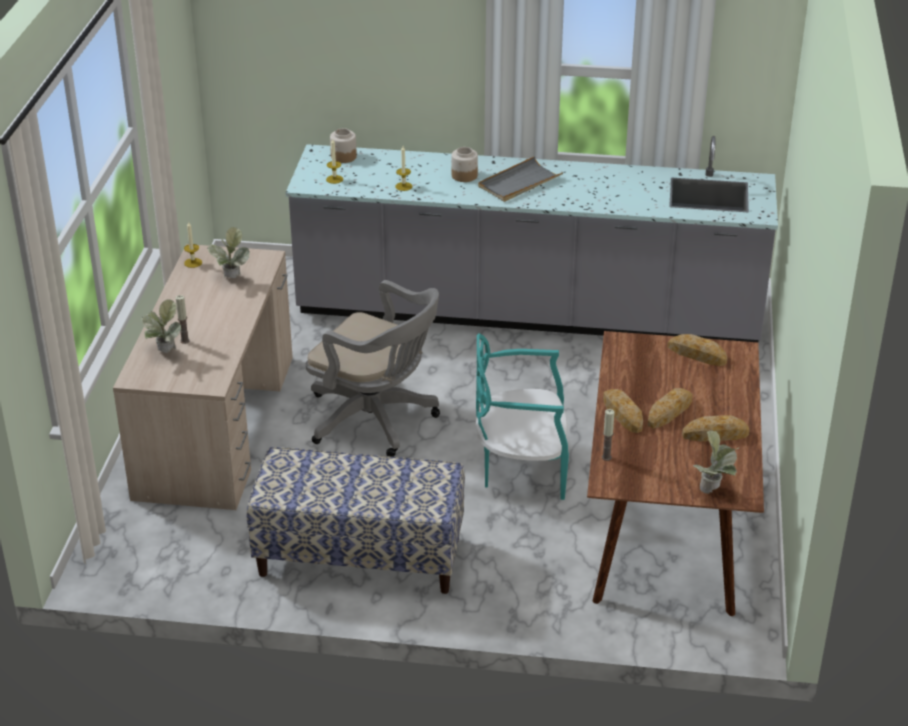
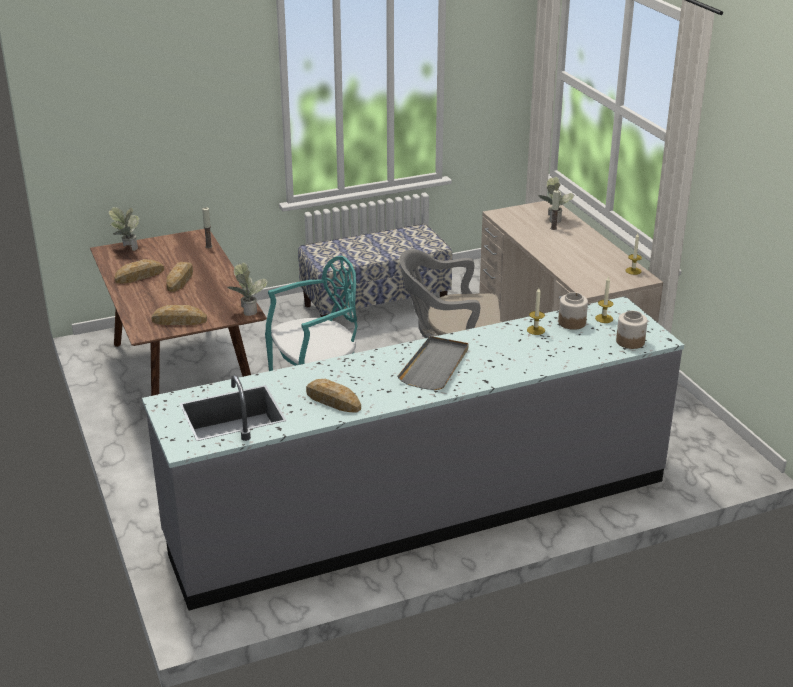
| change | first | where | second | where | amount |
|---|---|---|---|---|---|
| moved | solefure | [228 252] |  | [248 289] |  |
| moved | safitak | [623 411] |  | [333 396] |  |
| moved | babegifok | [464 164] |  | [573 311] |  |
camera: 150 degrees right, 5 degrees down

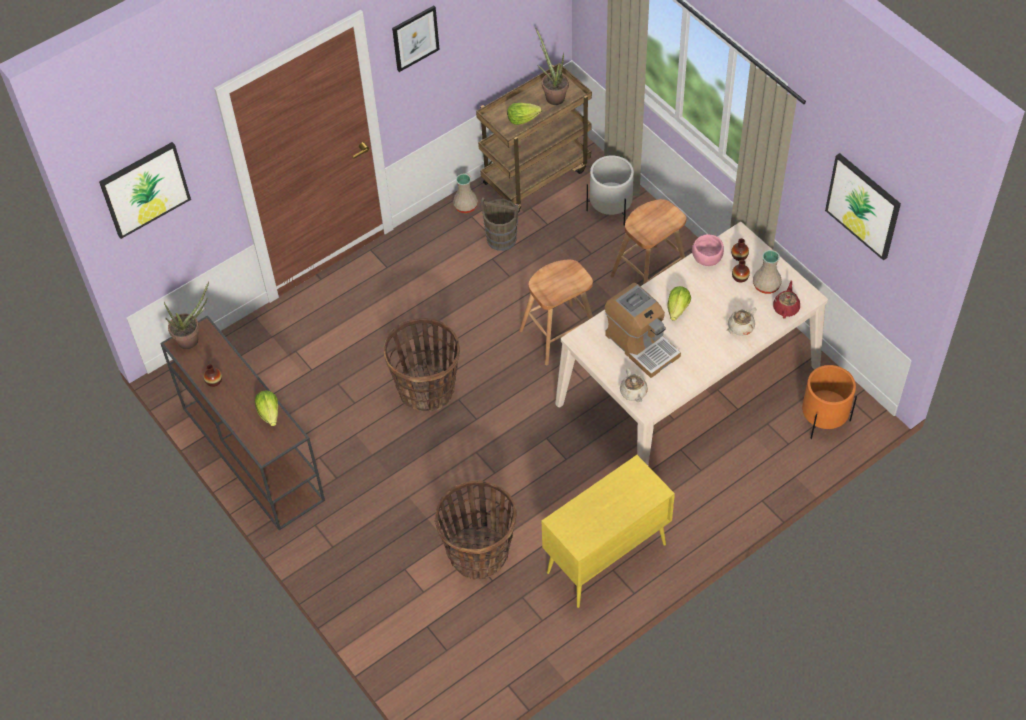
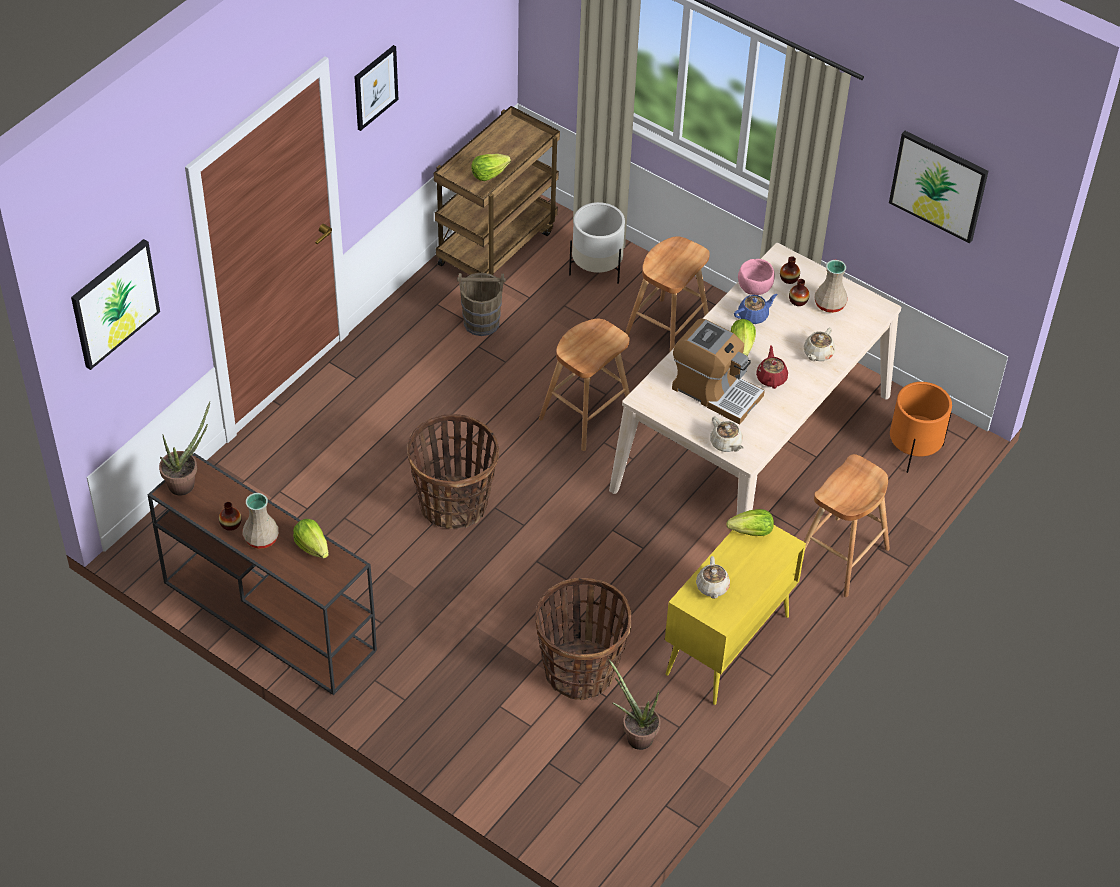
| change | first | where | second | where | amount |
|---|---|---|---|---|---|
| moved | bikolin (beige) | [465 193] |  | [261 521] |  |
| moved | solefure | [552 66] |  | [635 705] |  |
| added |  |  | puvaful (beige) | [713 577] |  |
| added |  |  | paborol | [750 522] |  |
| added |  |  | puvaful (blue) | [755 309] |  |
| moved | puvaful (red) | [786 299] |  | [772 367] |  |
| added |  |  | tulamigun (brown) | [846 525] |  |
camera: 20 degrees left, 5 degrees down

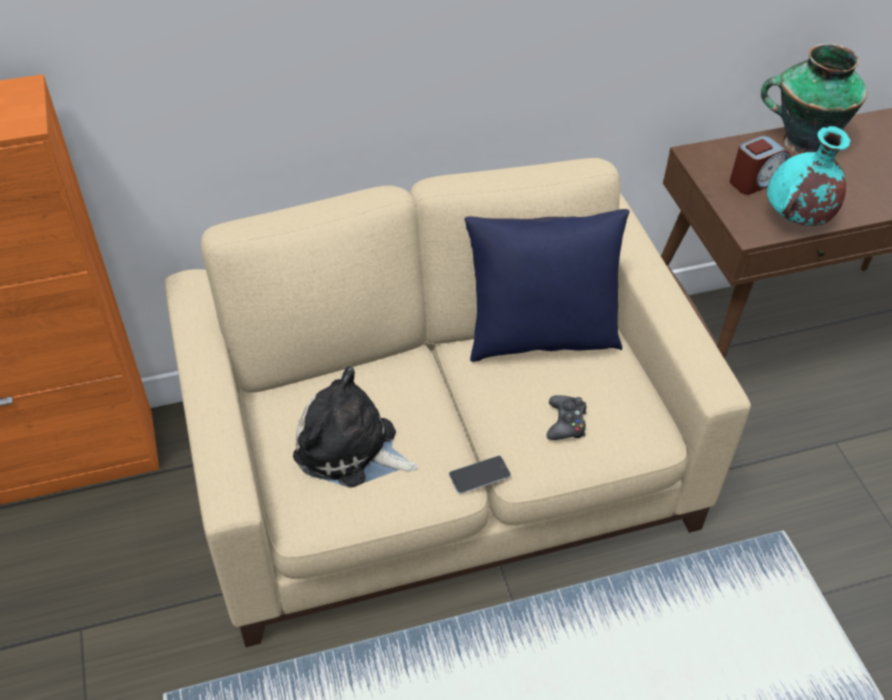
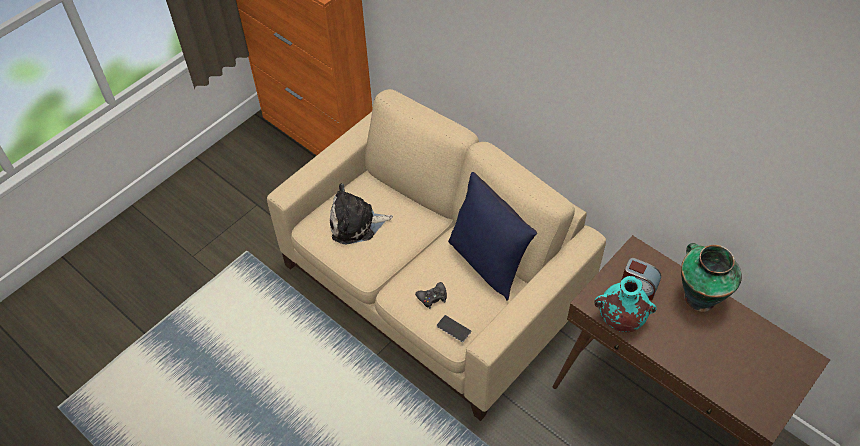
| change | first | where | second | where | amount |
|---|---|---|---|---|---|
| turned | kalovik | [355 426] |  | [361 213] | 90 degrees counterclockwise |
| moved | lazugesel | [480 475] |  | [453 328] |  |
camera: 60 degrees right, 5 degrees up

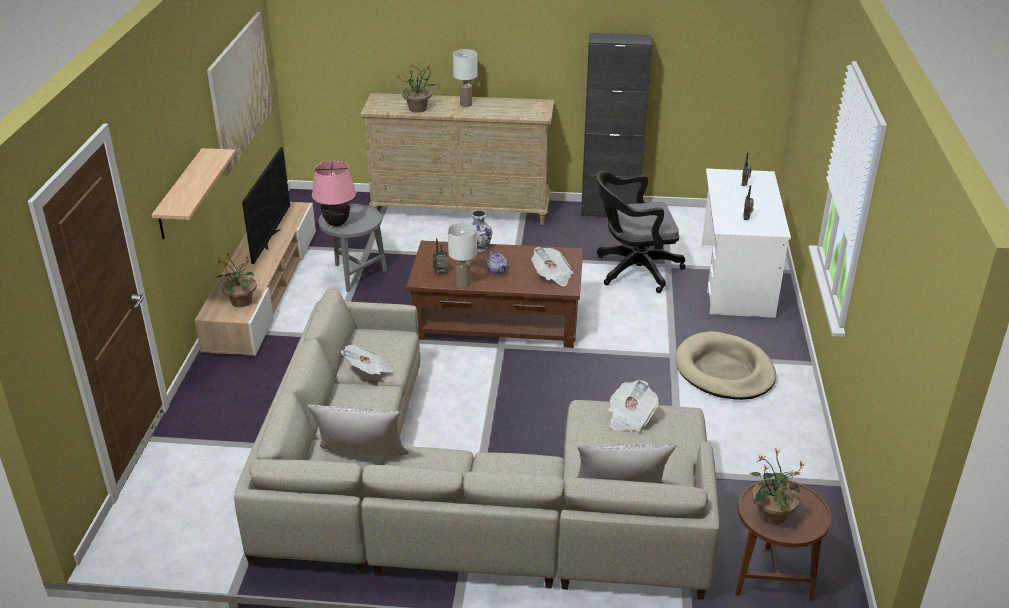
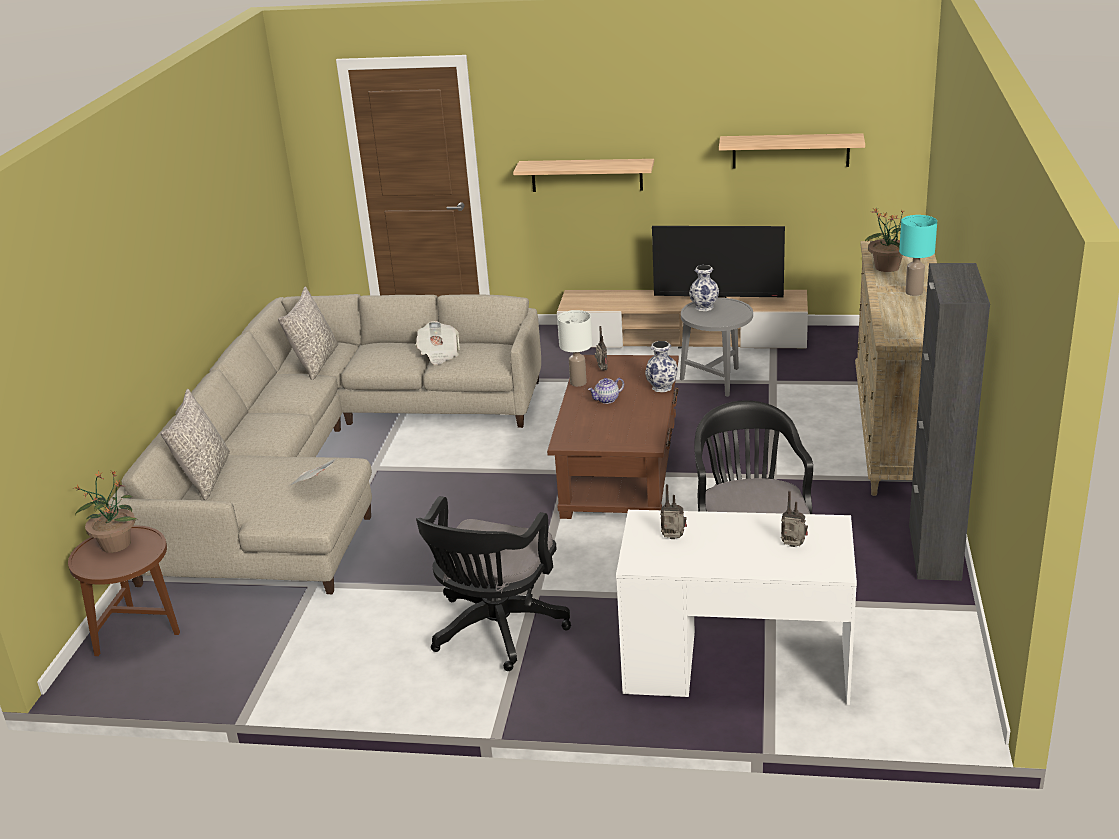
| change | first | where | second | where | amount |
|---|---|---|---|---|---|
| replaced | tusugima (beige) | [725 365] | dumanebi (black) | [493 583] |  |
| replaced | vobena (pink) | [334 194] | bikolin | [704 288] |  |
| replaced | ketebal | [240 94] | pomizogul | [792 151] |  |
| recoloured | vobena (white) | [465 78] | vobena (turquoise) | [918 255] |  |
| removed | solefure | [236 279] |  |  |  |
| removed | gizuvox | [552 266] |  |  |  |
camera: 95 degrees right, 5 degrees down

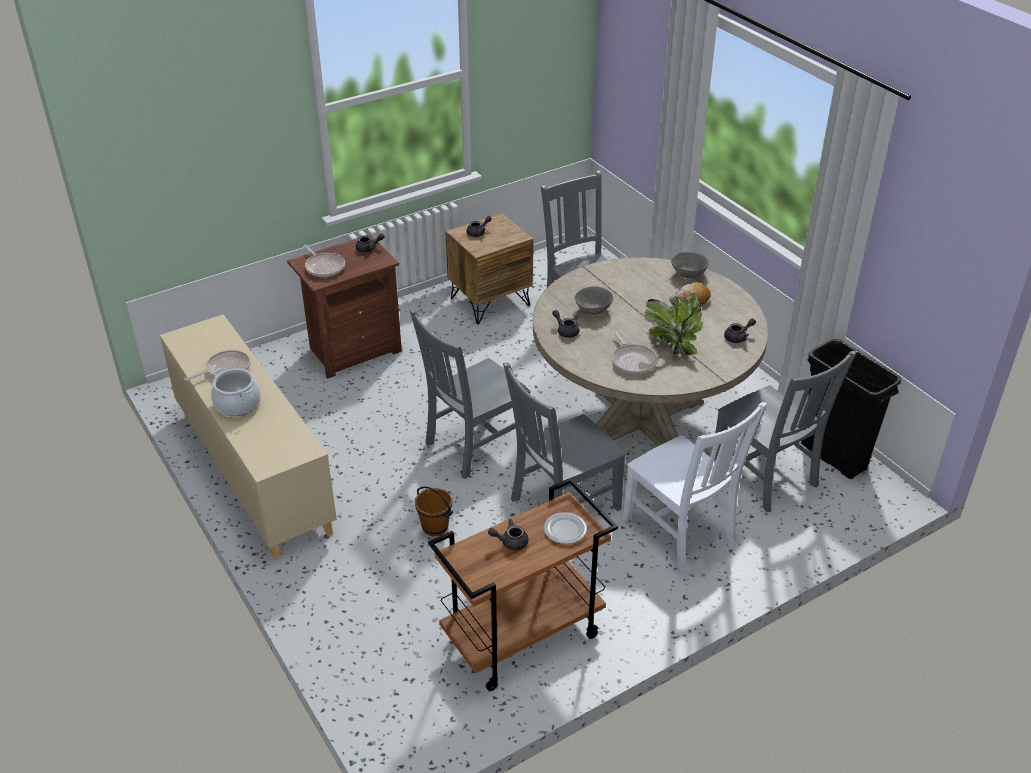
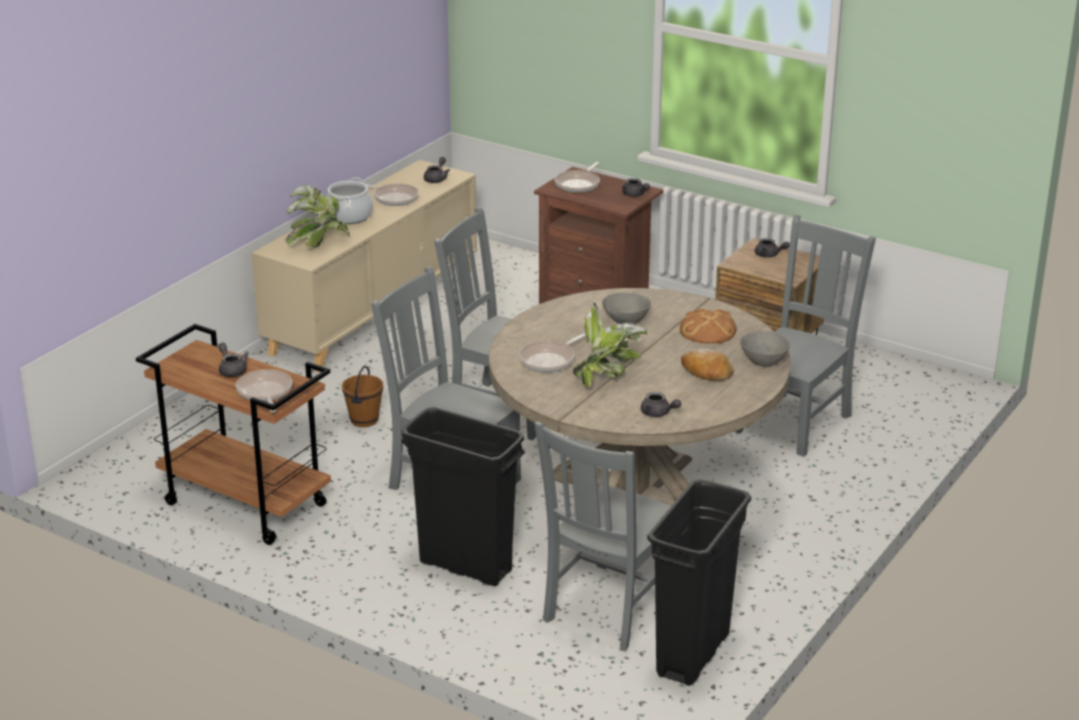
| change | first | where | second | where | amount |
|---|---|---|---|---|---|
| replaced | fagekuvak | [565 528] | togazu | [264 390] |  |
| added |  |  | solefure | [317 216] |  |
| replaced | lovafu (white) | [695 486] | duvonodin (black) | [463 496] |  |
| moved | puvaful (grey) | [565 324] |  | [437 170] |  |
| added |  |  | safitak | [708 326] |  |
camera: 65 degrees right, 10 degrees down

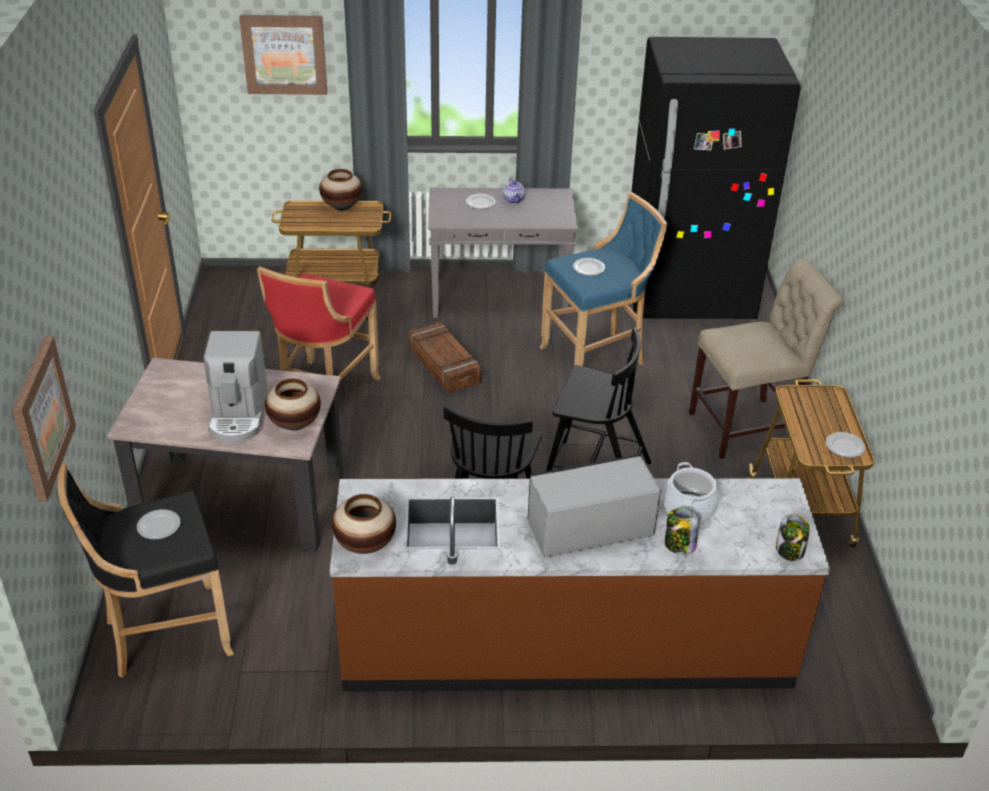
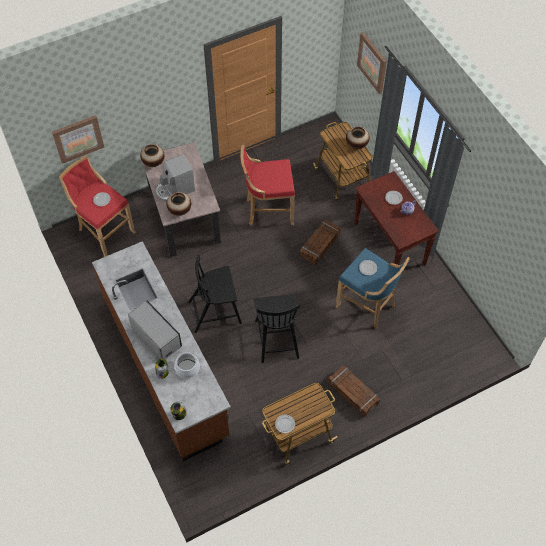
| change | first | where | second | where | amount |
|---|---|---|---|---|---|
| recoloured | tulamigun (black) | [146 570] | tulamigun (red) | [97 206] |  |
| moved | bikolin | [364 524] |  | [152 155] |  |
| replaced | lovafu (beige) | [766 359] | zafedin | [353 391] |  |
| recoloured | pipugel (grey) | [503 253] | pipugel (brown) | [396 218] |  |
| removed | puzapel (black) | [716 178] |  |  |  |
camera: 65 degrees right, 20 degrees up

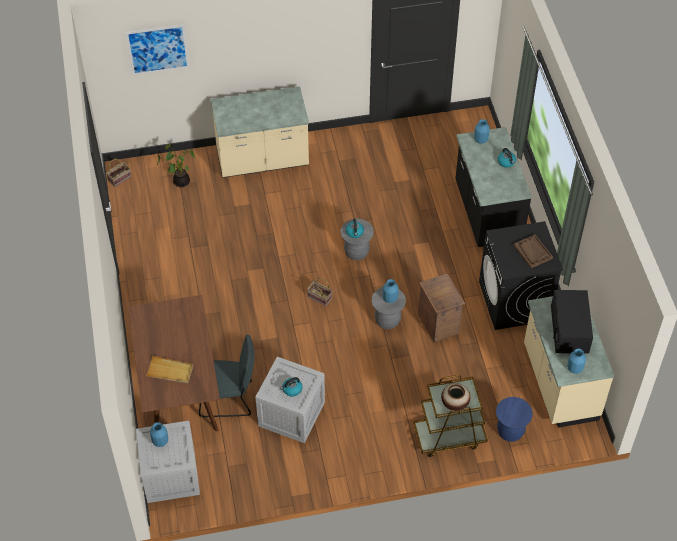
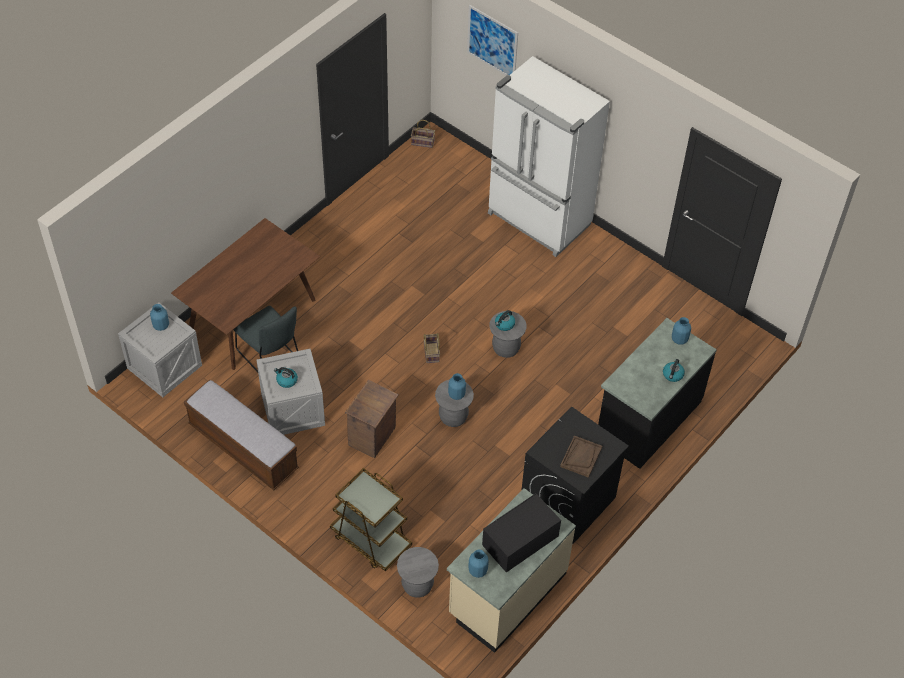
| change | first | where | second | where | amount |
|---|---|---|---|---|---|
| added |  |  | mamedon | [241 435] |  |
| moved | zafedin | [441 308] |  | [372 419] |  |
| recoloured | tulamigun (blue) | [514 419] | tulamigun (grey) | [418 572] |  |
| replaced | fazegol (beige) | [260 132] | puzapel (white) | [549 156] |  |
| removed | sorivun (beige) | [169 369] |  |  |  |
| removed | solefure | [176 165] |  |  |  |
| removed | bikolin | [455 397] |  |  |  |
camera: 50 degrees right, 0 degrees up

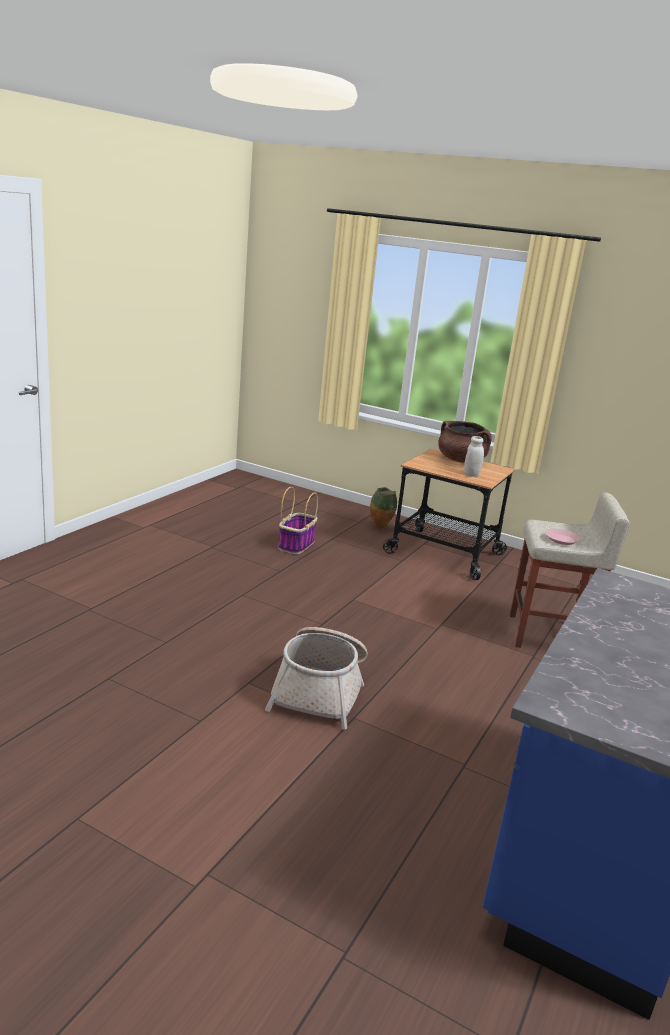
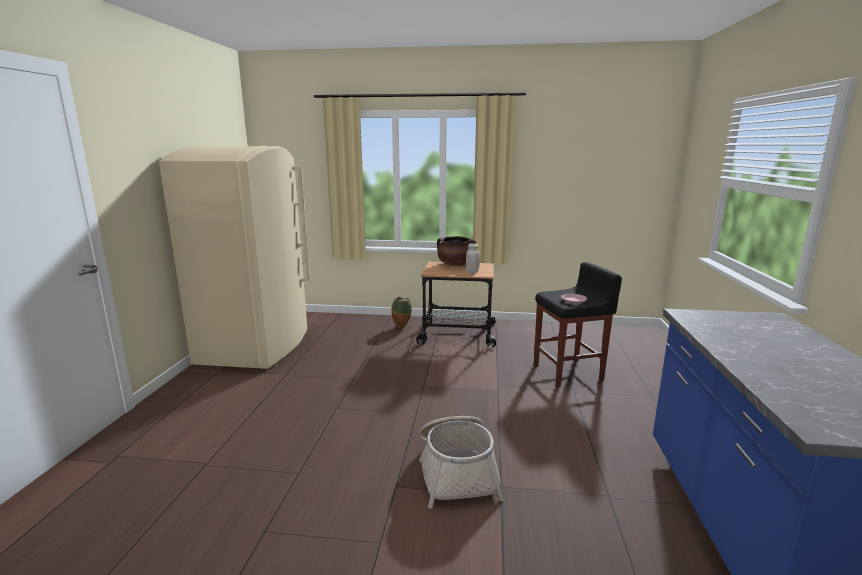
| change | first | where | second | where | amount |
|---|---|---|---|---|---|
| added |  |  | puzapel (beige) | [234 257] |  |
| recoloured | tulamigun (beige) | [570 570] | tulamigun (black) | [578 325] |  |
| removed | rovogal | [298 520] |  |  |  |
camera: 20 degrees left, 5 degrees down

